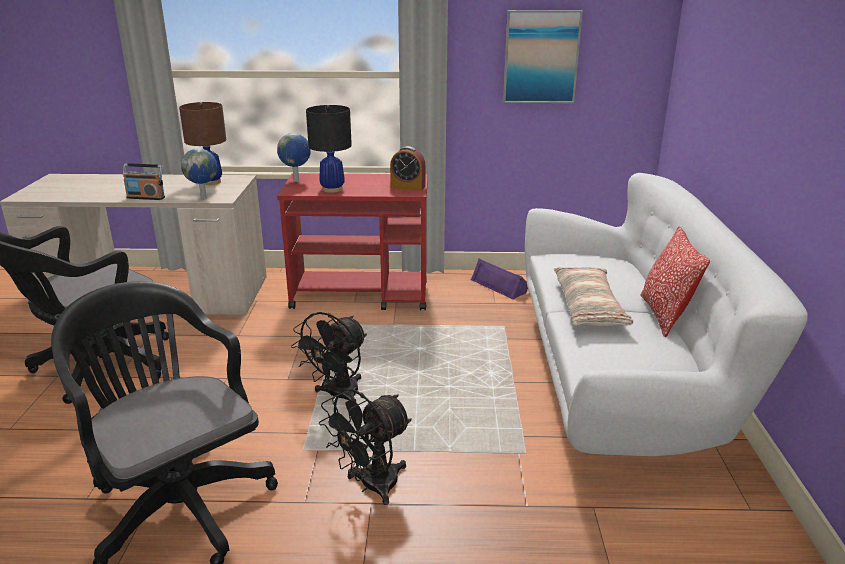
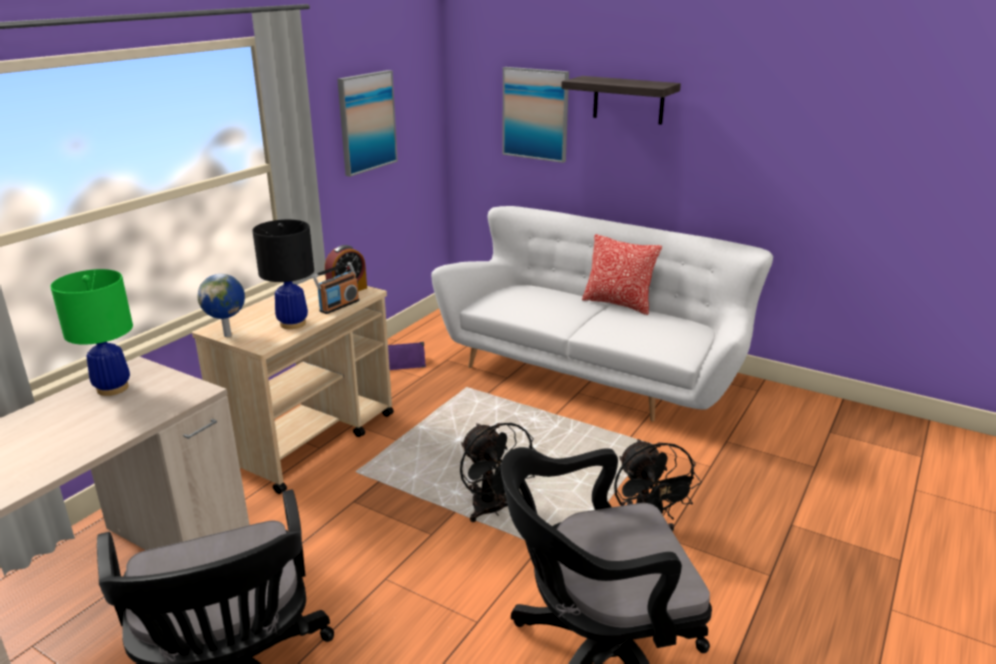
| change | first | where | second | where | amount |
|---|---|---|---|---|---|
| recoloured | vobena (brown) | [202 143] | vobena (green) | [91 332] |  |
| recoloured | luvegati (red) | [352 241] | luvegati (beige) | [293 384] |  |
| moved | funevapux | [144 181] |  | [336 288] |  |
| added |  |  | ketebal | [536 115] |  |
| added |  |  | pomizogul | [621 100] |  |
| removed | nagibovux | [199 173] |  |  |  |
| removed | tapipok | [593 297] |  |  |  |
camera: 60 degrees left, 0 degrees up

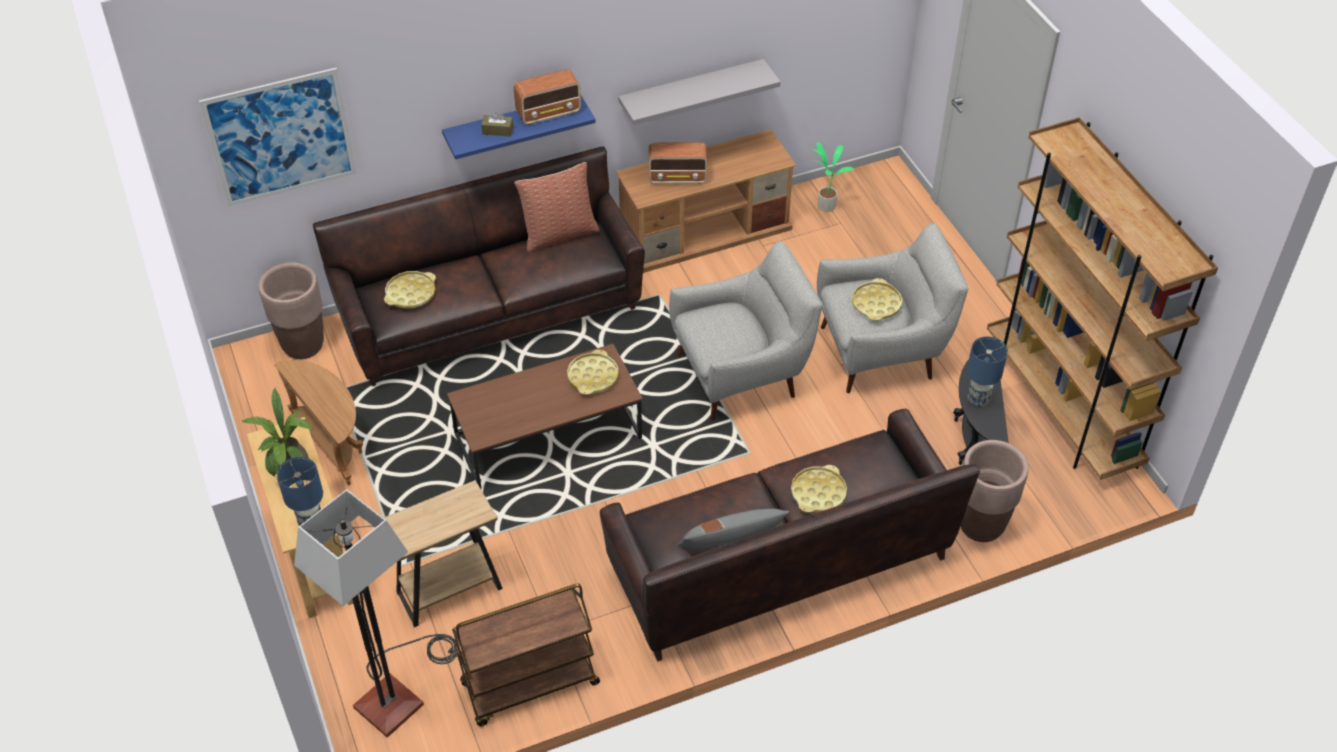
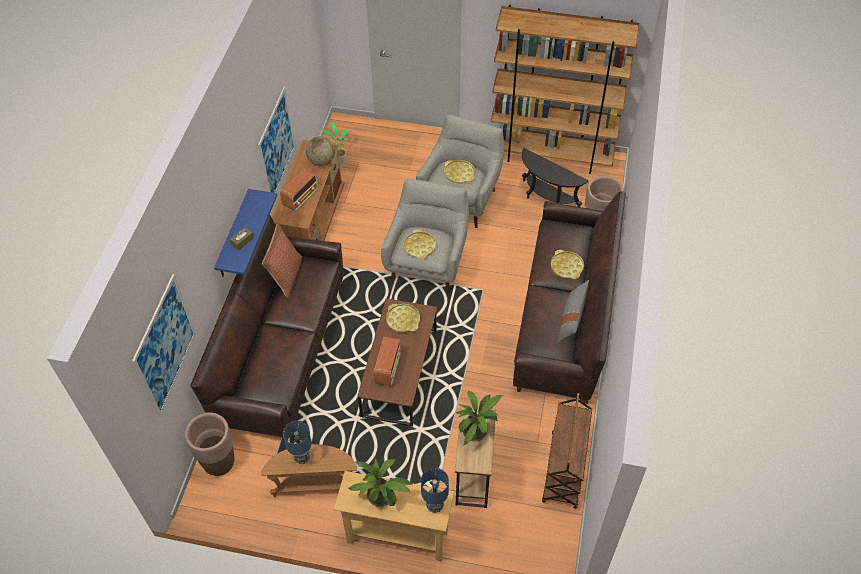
| change | first | where | second | where | amount |
|---|---|---|---|---|---|
| replaced | pomizogul (grey) | [699 92] | ketebal | [276 140] |  |
| moved | vobena (blue) | [987 371] |  | [297 442] |  |
| added |  |  | nagibovux | [320 151] |  |
| moved | funevapux | [547 97] |  | [387 361] |  |
| moved | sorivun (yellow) | [410 289] |  | [419 244] |  |
| added |  |  | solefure | [480 418] |  |
| removed | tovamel | [376 613] |  |  |  |
camera: 55 degrees left, 5 degrees up

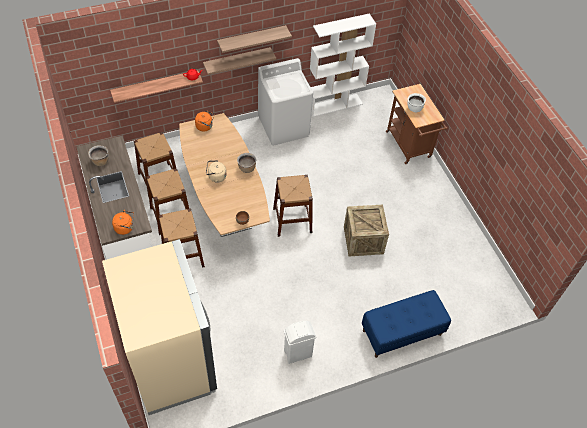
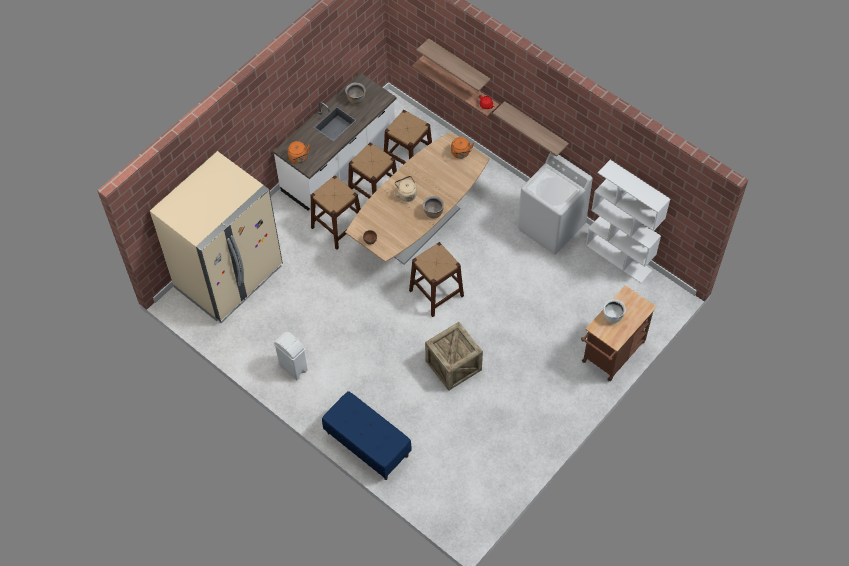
| change | first | where | second | where | amount |
|---|---|---|---|---|---|
| moved | pomizogul | [254 39] |  | [454 65] |  |
camera: 65 degrees right, 5 degrees up

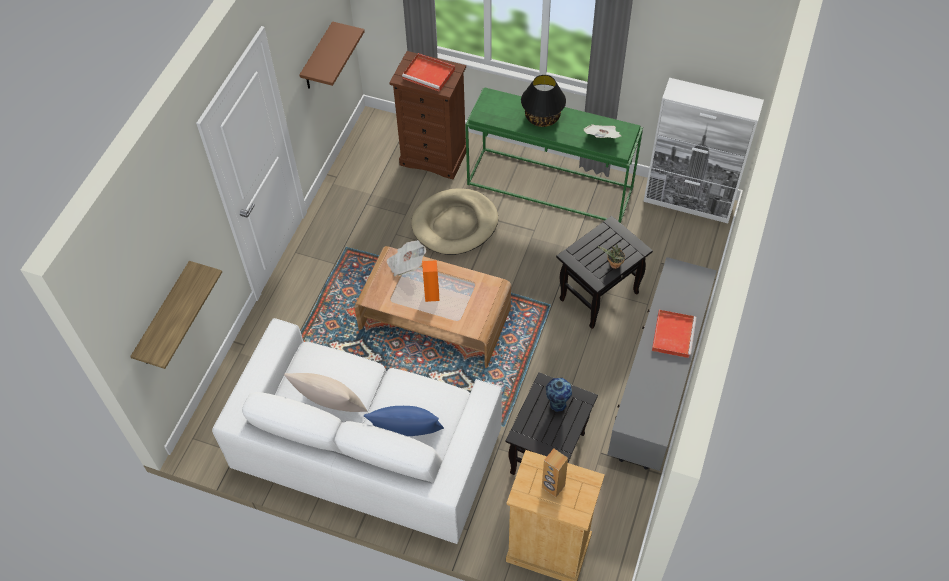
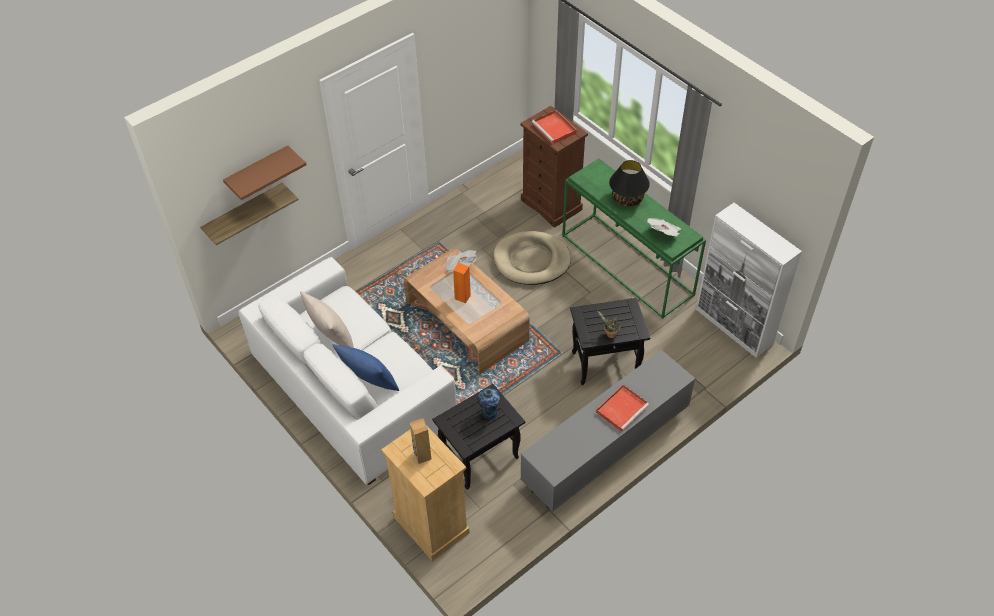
| change | first | where | second | where | amount |
|---|---|---|---|---|---|
| moved | pomizogul (brown) | [332 55] |  | [265 172] |  |
camera: 30 degrees right, 5 degrees down

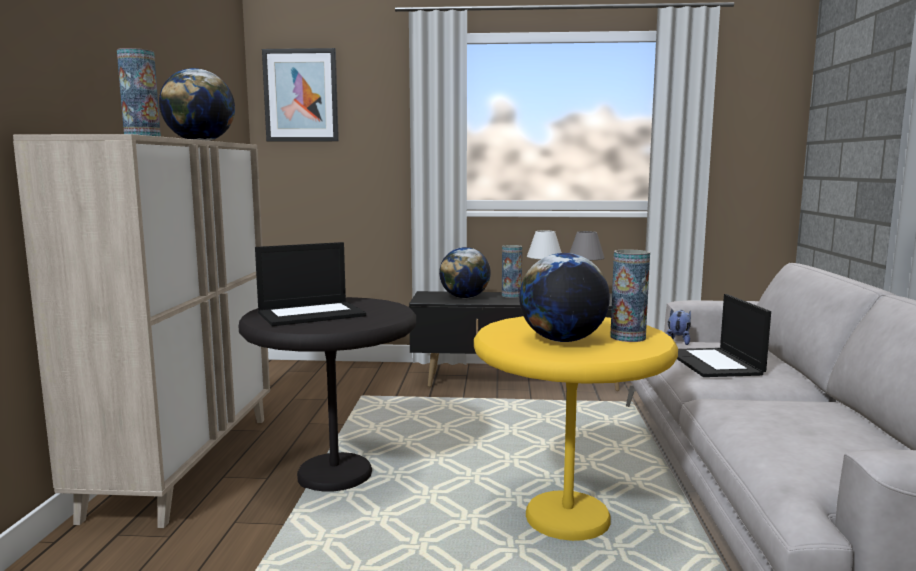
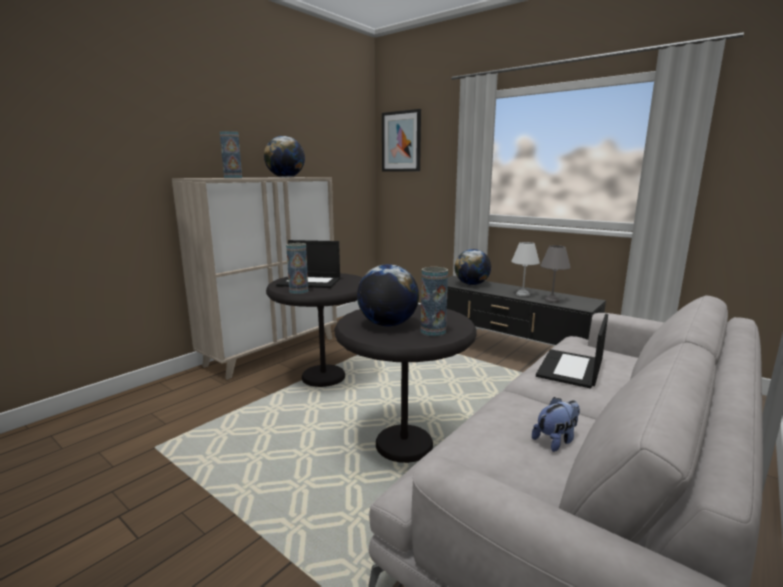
| change | first | where | second | where | amount |
|---|---|---|---|---|---|
| moved | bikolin | [512 271] |  | [297 268] |  |
| recoloured | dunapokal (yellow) | [576 428] | dunapokal (black) | [406 383] |  |
| moved | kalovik | [678 327] |  | [556 424] |  |
camera: 35 degrees right, 5 degrees up

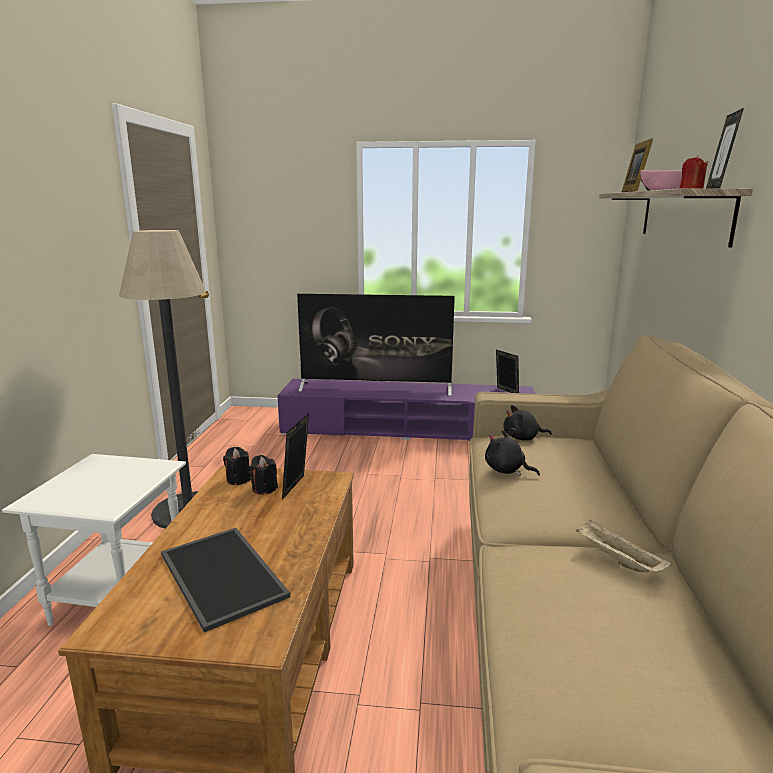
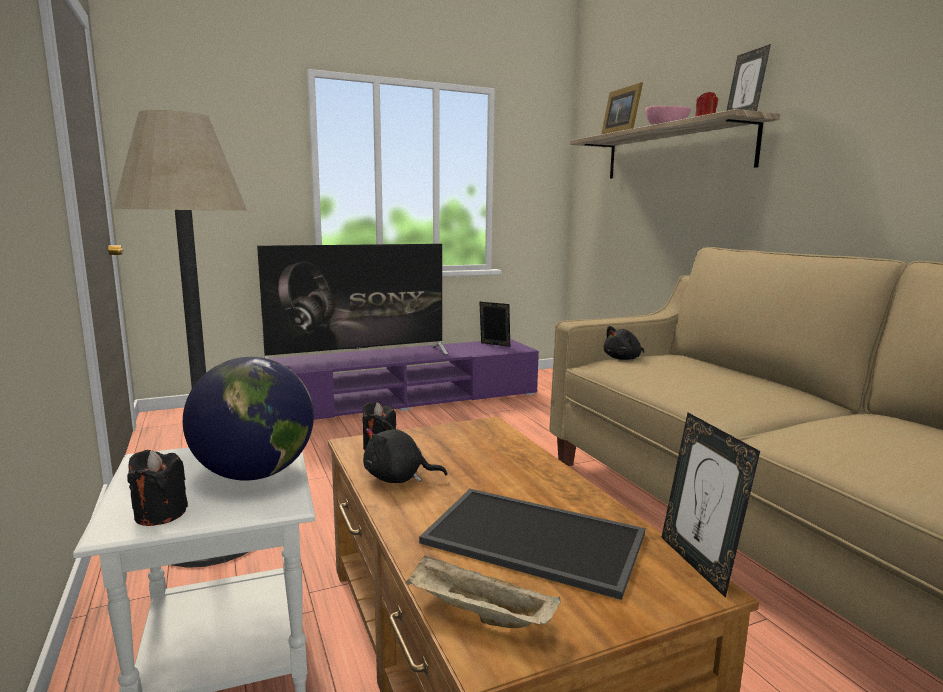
| change | first | where | second | where | amount |
|---|---|---|---|---|---|
| moved | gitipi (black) | [263 475] |  | [157 488] |  |
| added |  |  | nagibovux | [248 419] |  |
| moved | kalovik (black) | [512 453] |  | [405 451] |  |
| moved | sorivun (beige) | [624 546] |  | [483 591] |  |
| moved | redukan | [295 456] |  | [710 505] |  |
camera: 30 degrees left, 5 degrees down

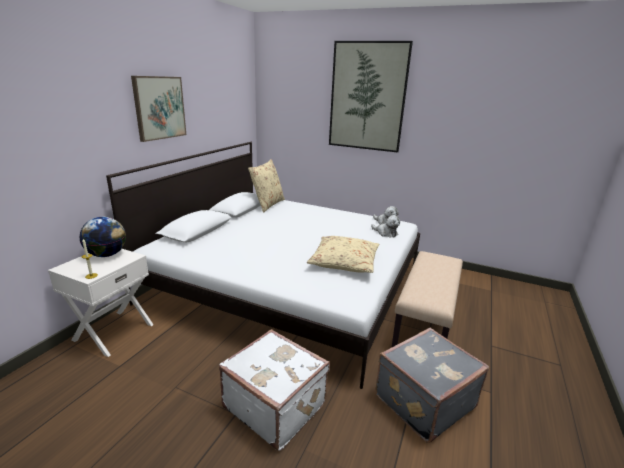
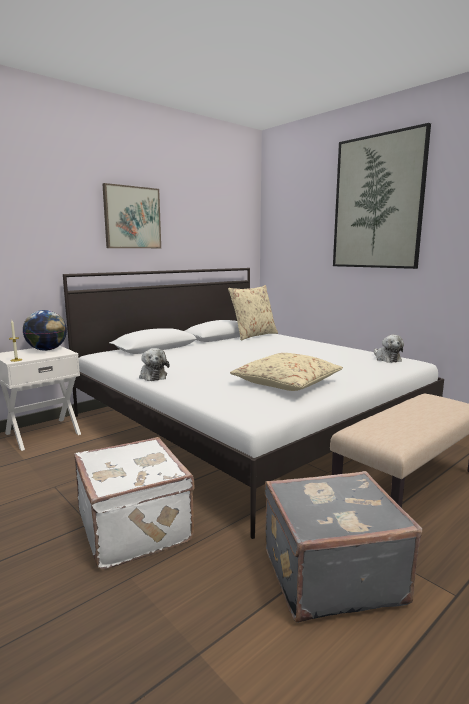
| change | first | where | second | where | amount |
|---|---|---|---|---|---|
| moved | kalovik | [385 226] |  | [154 364] |  |
camera: 25 degrees right, 10 degrees down

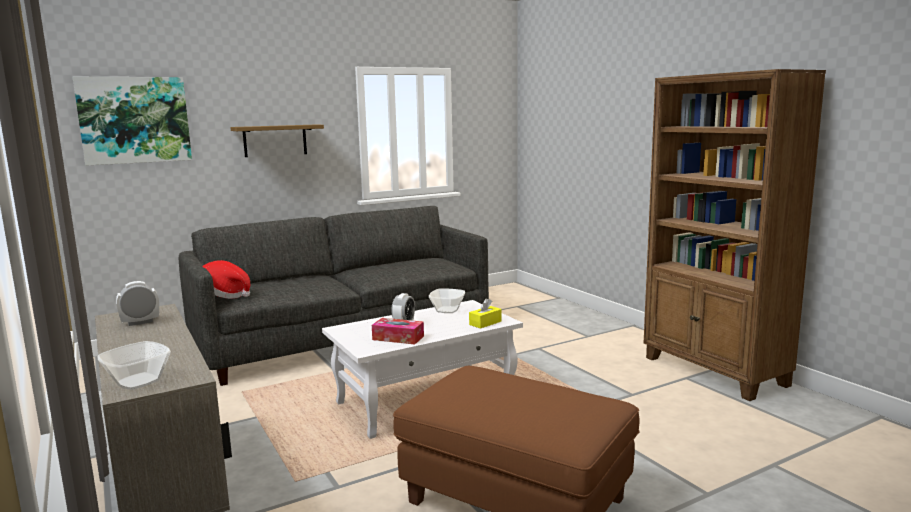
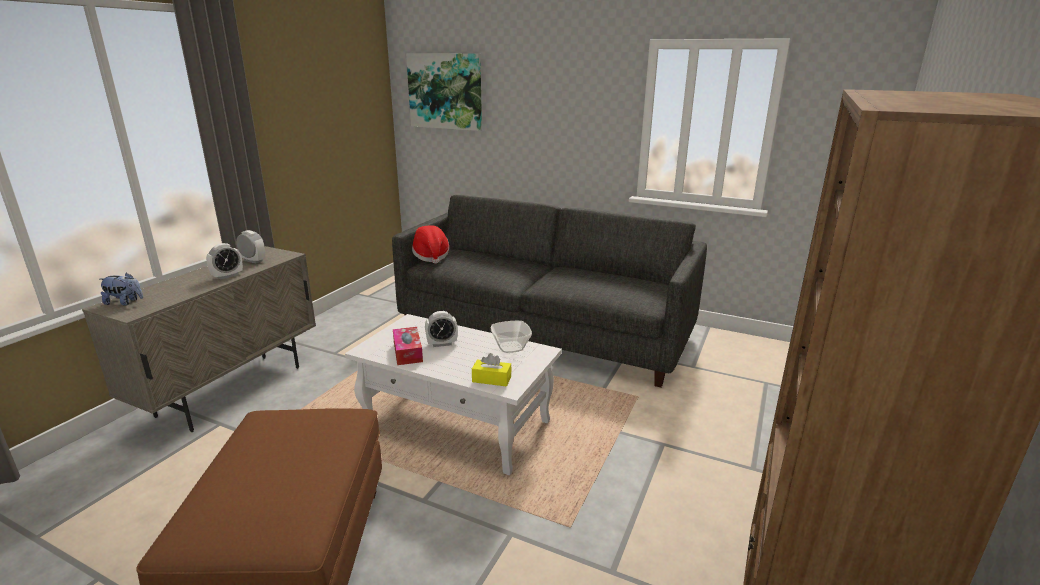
| change | first | where | second | where | amount |
|---|---|---|---|---|---|
| replaced | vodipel | [134 365] | kalovik | [121 289] |  |
| added |  |  | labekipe | [224 261] |  |
| removed | pomizogul | [277 141] |  |  |  |
camera: 55 degrees right, 10 degrees up

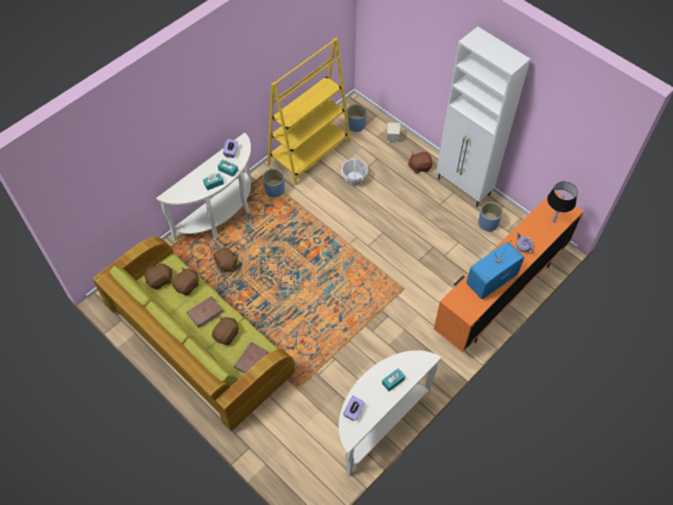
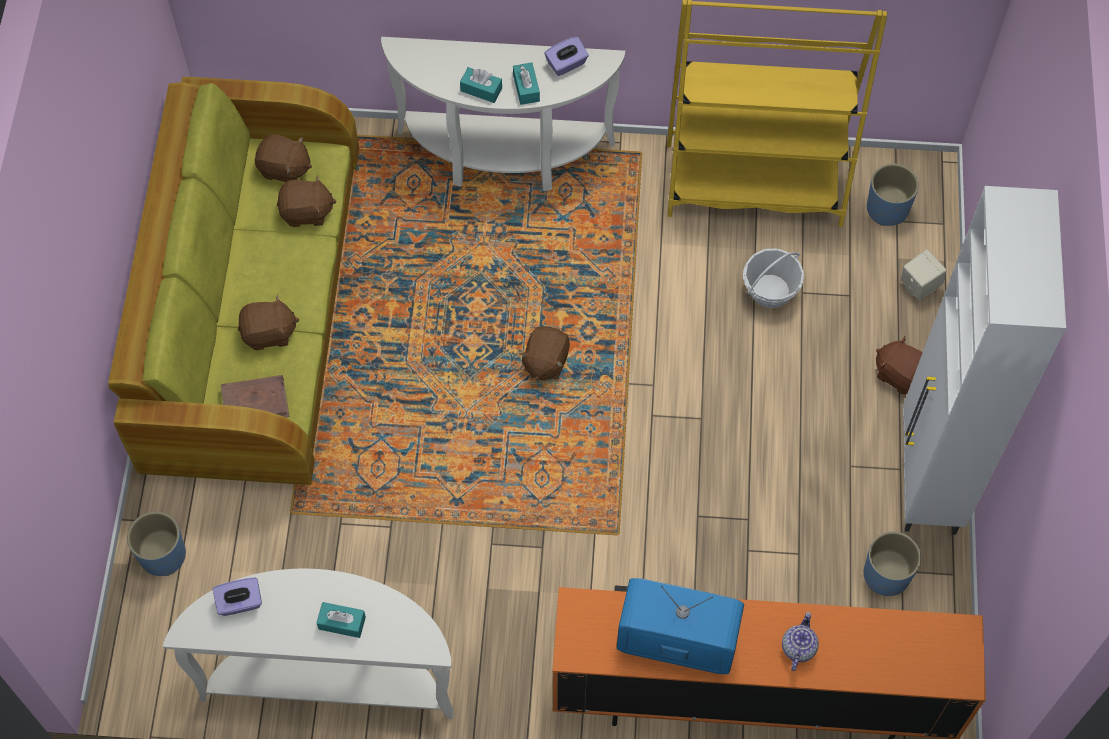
| change | first | where | second | where | amount |
|---|---|---|---|---|---|
| moved | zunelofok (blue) | [274 183] |  | [156 544] |  |
| moved | kalovik (brown) | [226 260] |  | [545 353] |  |
| removed | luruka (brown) | [205 312] |  |  |  |
| removed | vobena (black) | [562 201] |  |  |  |
camera: 50 degrees right, 5 degrees up

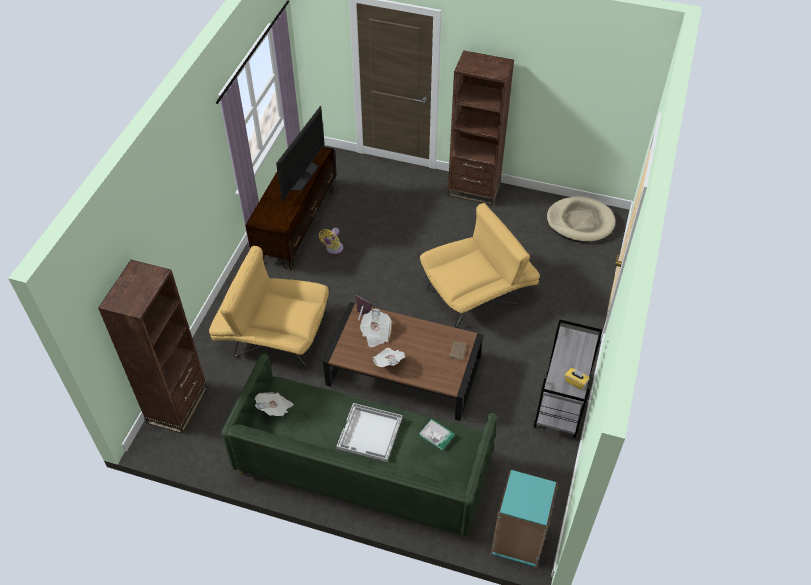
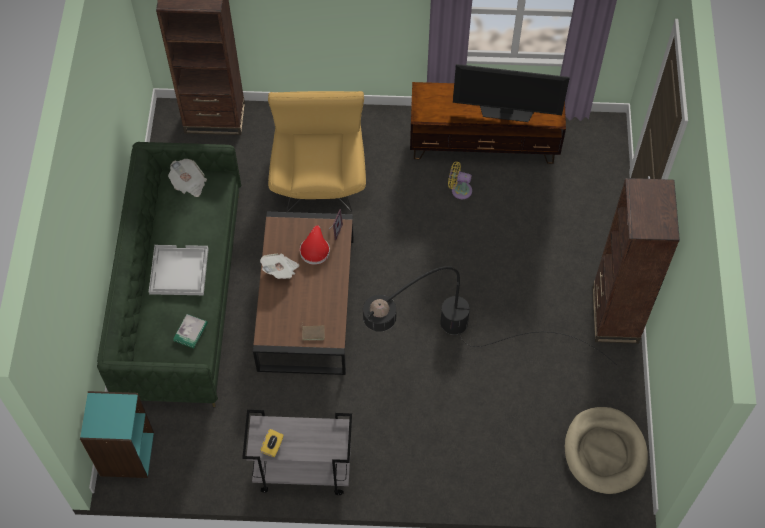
| change | first | where | second | where | amount |
|---|---|---|---|---|---|
| replaced | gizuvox | [376 328] | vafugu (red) | [315 245] |  |
| replaced | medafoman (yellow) | [480 265] | tovamel (black) | [490 315] |  |
camera: 75 degrees right, 10 degrees up

